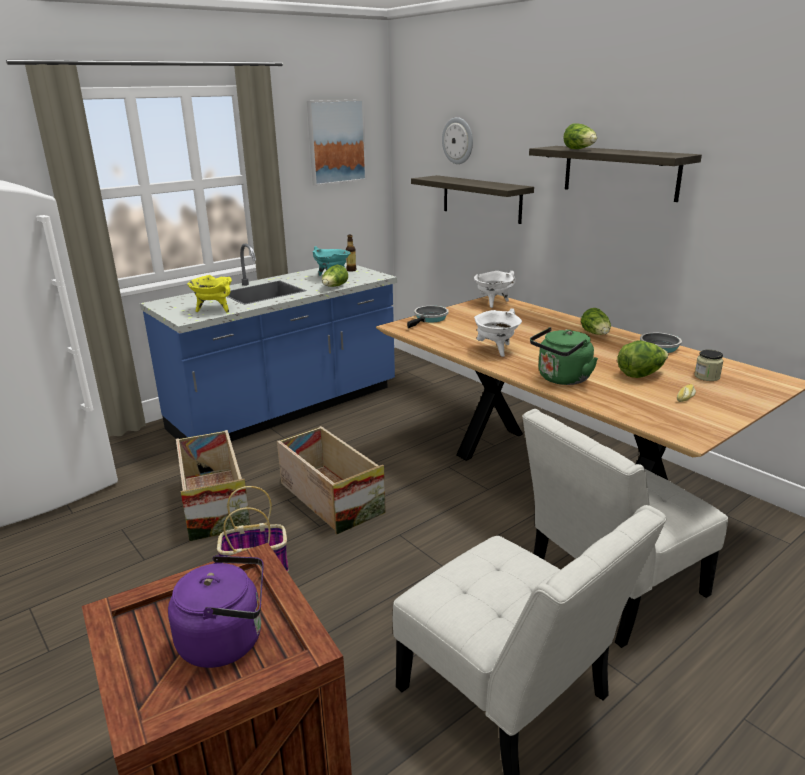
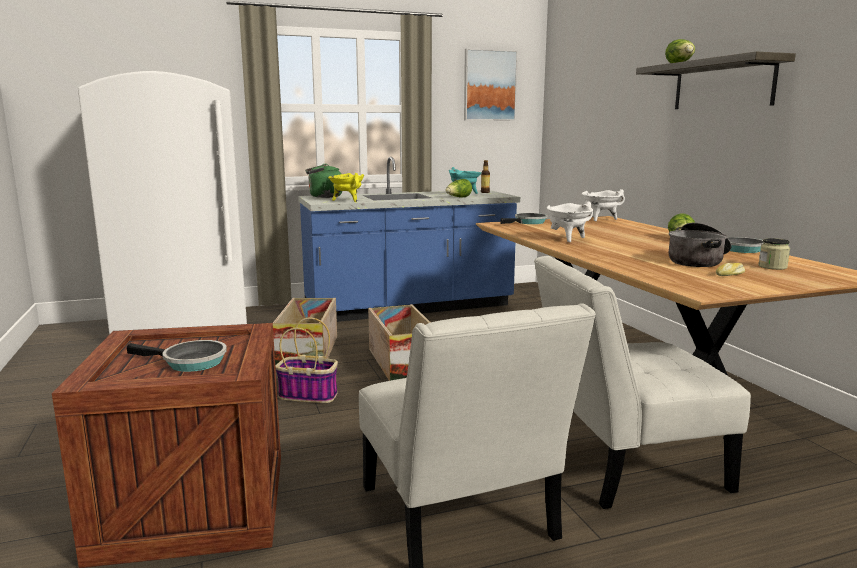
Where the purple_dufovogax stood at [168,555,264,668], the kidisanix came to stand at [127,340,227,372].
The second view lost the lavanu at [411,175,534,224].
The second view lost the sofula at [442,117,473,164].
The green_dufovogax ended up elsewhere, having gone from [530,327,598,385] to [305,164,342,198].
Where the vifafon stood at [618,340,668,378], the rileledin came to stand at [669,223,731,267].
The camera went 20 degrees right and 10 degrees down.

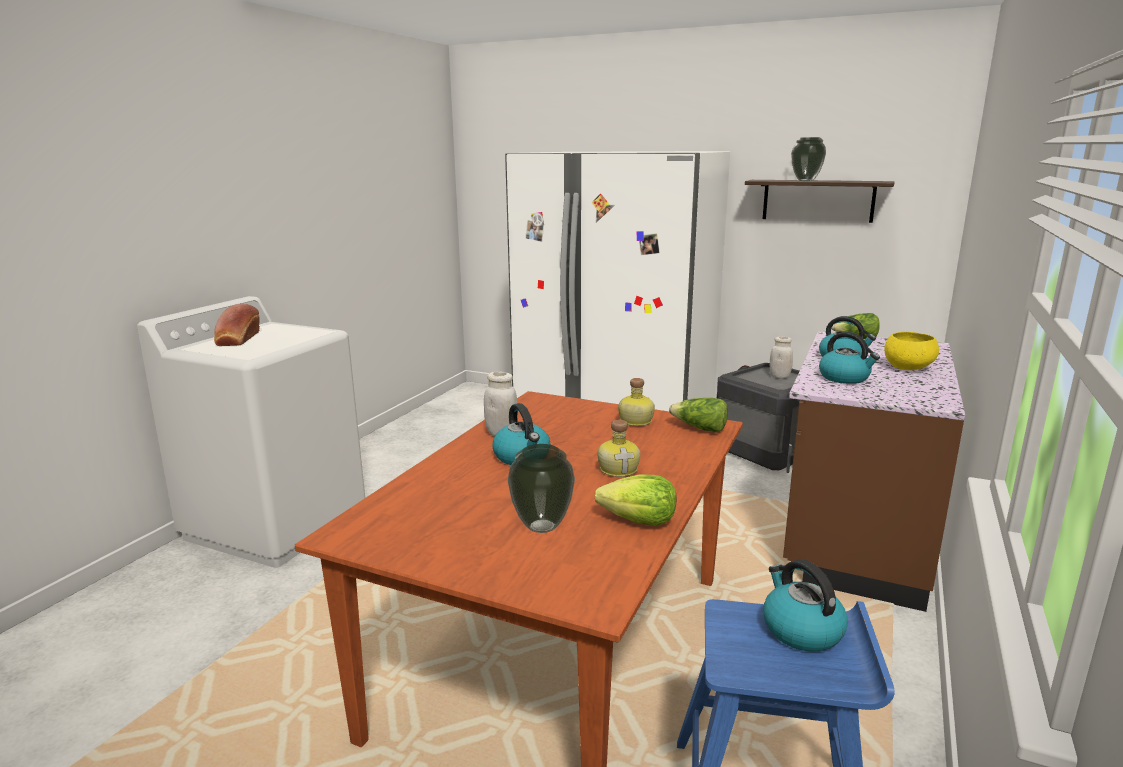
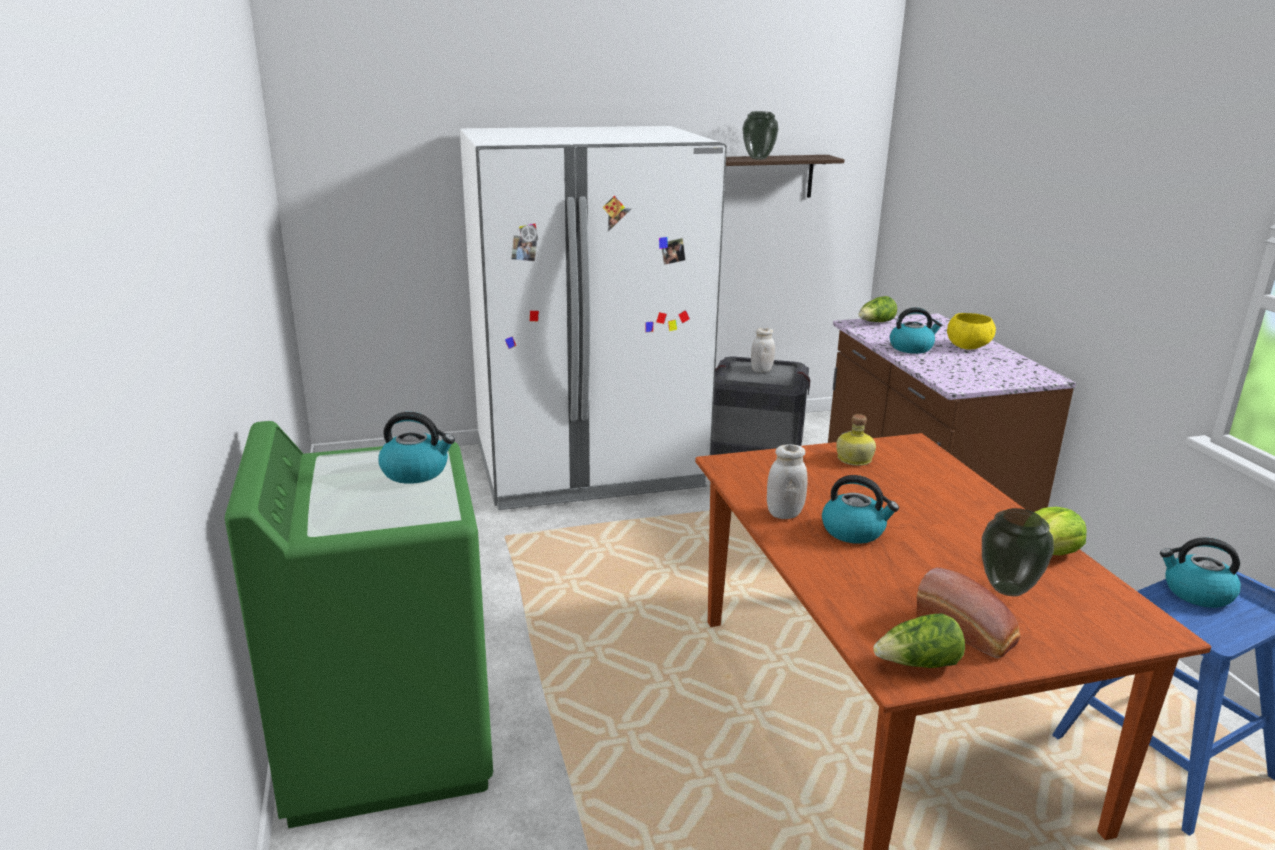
What was the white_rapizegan at [137,296,365,568] turned into the green_rapizegan at [225,421,493,828].
The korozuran ended up elsewhere, having gone from [214,304,260,346] to [916,567,1020,658].
The second view lost the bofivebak at [598,420,640,477].
The vifafon ended up elsewhere, having gone from [669,398,728,432] to [873,613,965,668].
The dufovogax ended up elsewhere, having gone from [819,332,880,384] to [378,412,455,484].
The camera went 40 degrees left and 5 degrees up.

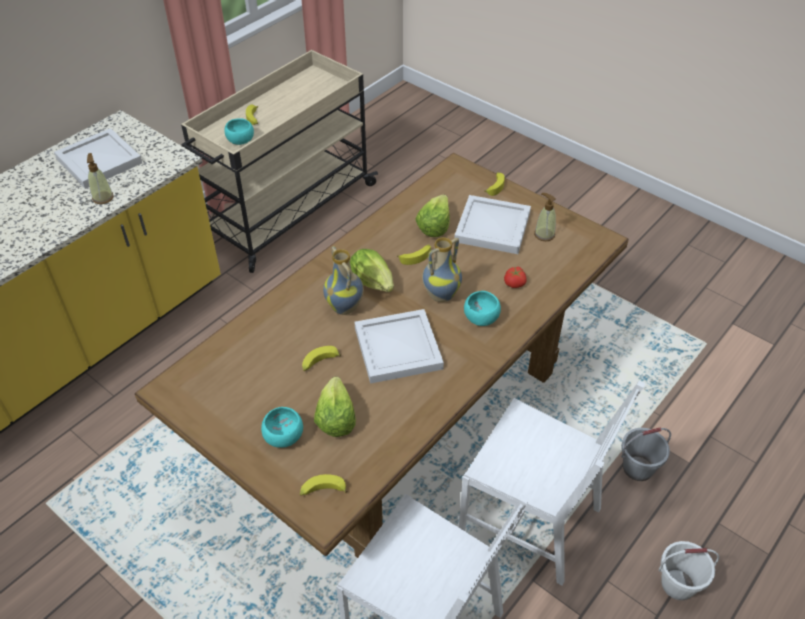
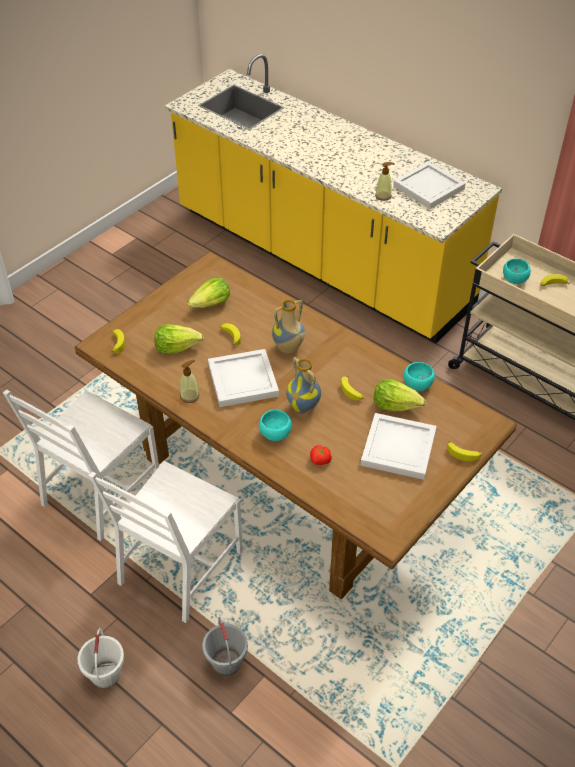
The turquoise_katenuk ended up elsewhere, having gone from [261,407,303,448] to [403,362,435,391].
The vifafon ended up elsewhere, having gone from [350,249,394,292] to [187,278,230,308].
The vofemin ended up elsewhere, having gone from [534,193,556,241] to [180,360,200,403].
The camera went 90 degrees right and 0 degrees up.

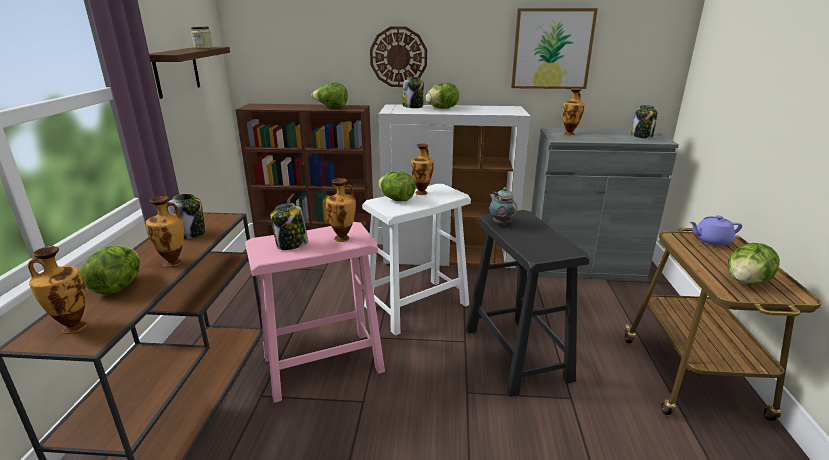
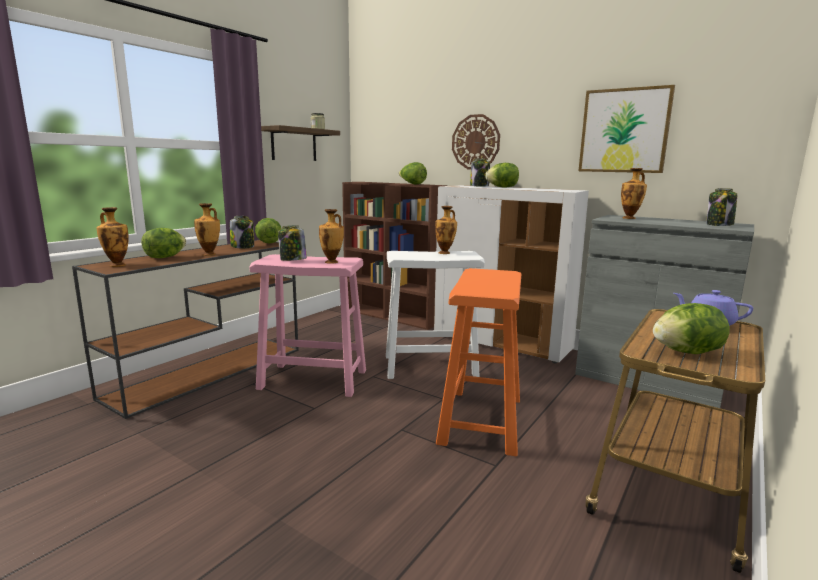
The vifafon ended up elsewhere, having gone from [378,171,416,201] to [255,218,282,244].
What was the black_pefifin at [466,210,590,397] turned into the orange_pefifin at [436,268,522,456].
The second view lost the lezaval at [489,187,517,225].
The camera went 30 degrees right and 10 degrees down.

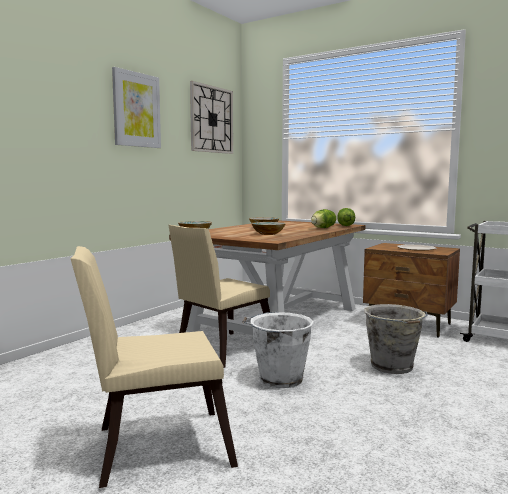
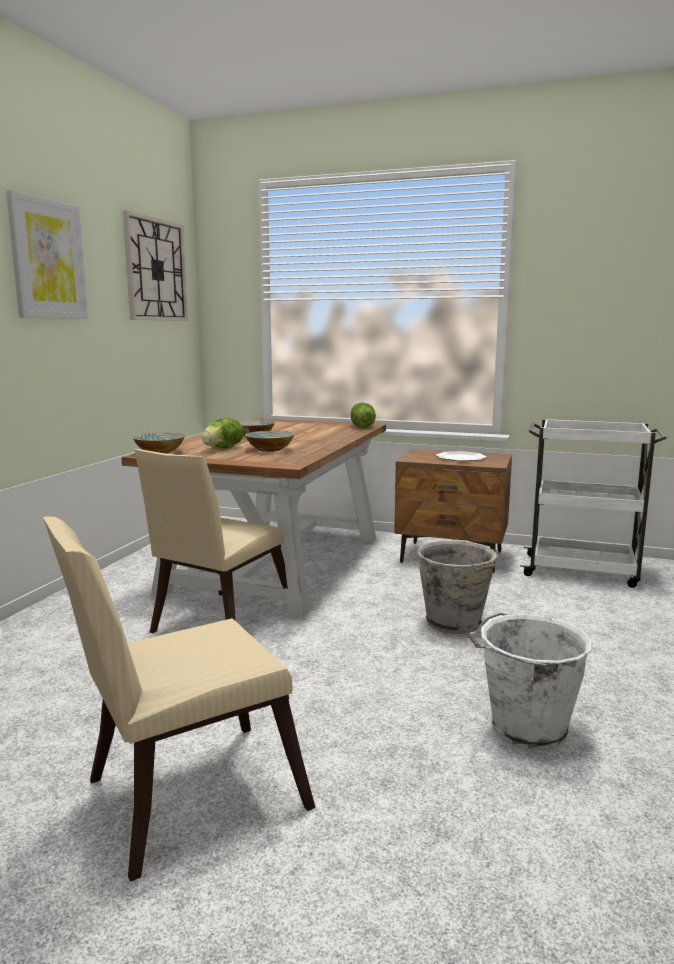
The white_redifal ended up elsewhere, having gone from [242,311,314,388] to [468,613,592,750].
The vifafon ended up elsewhere, having gone from [311,209,336,228] to [202,418,243,449].
The camera went 15 degrees left and 5 degrees up.

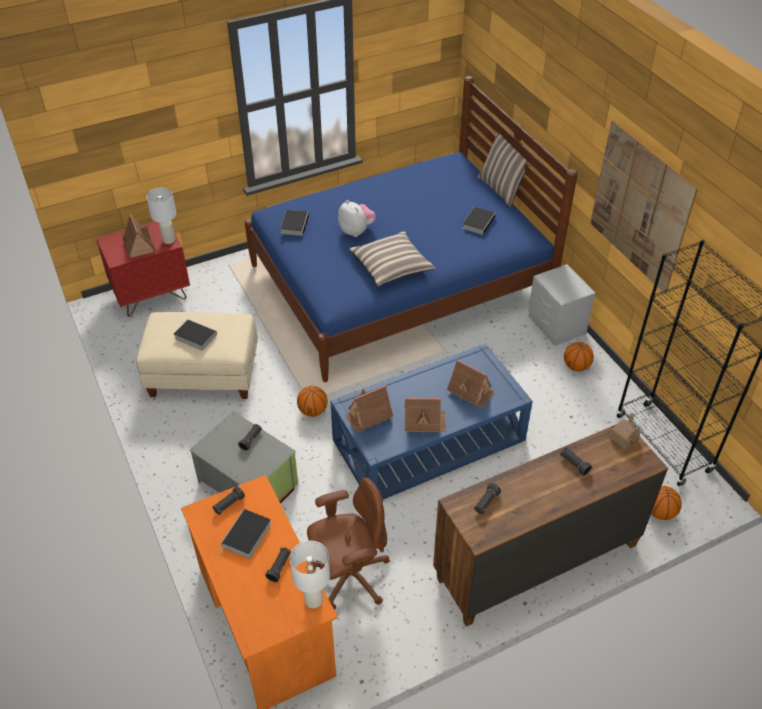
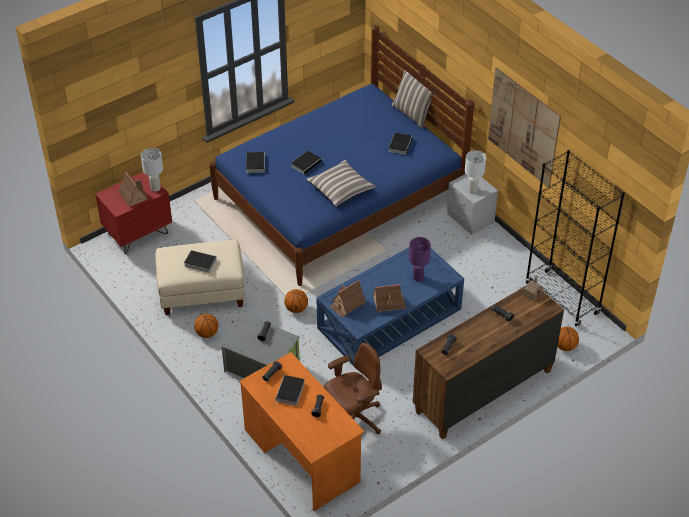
The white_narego ended up elsewhere, having gone from [290,540,330,608] to [465,150,486,193].
Where the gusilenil stood at [338,200,376,237], the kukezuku came to stand at [291,151,324,175].
Where the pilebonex stood at [447,359,495,409], the purple_narego came to stand at [409,237,431,281].
The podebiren ended up elsewhere, having gone from [564,342,594,371] to [194,314,218,338].
The camera went 10 degrees left and 0 degrees up.

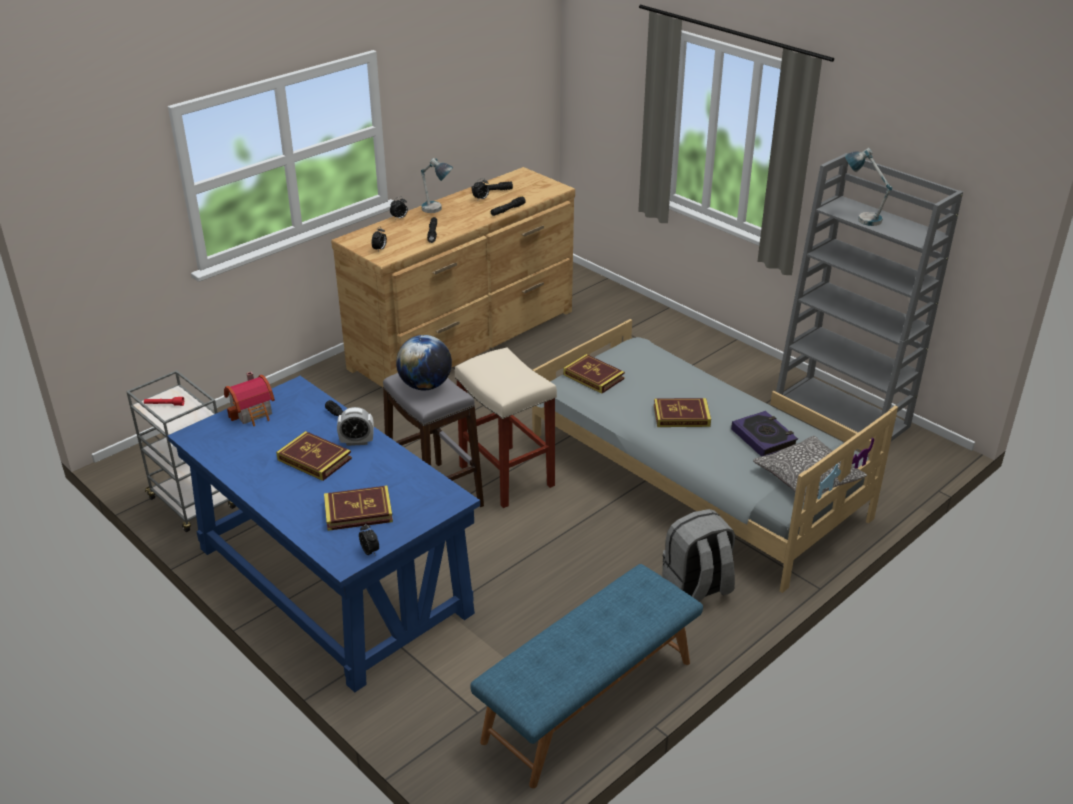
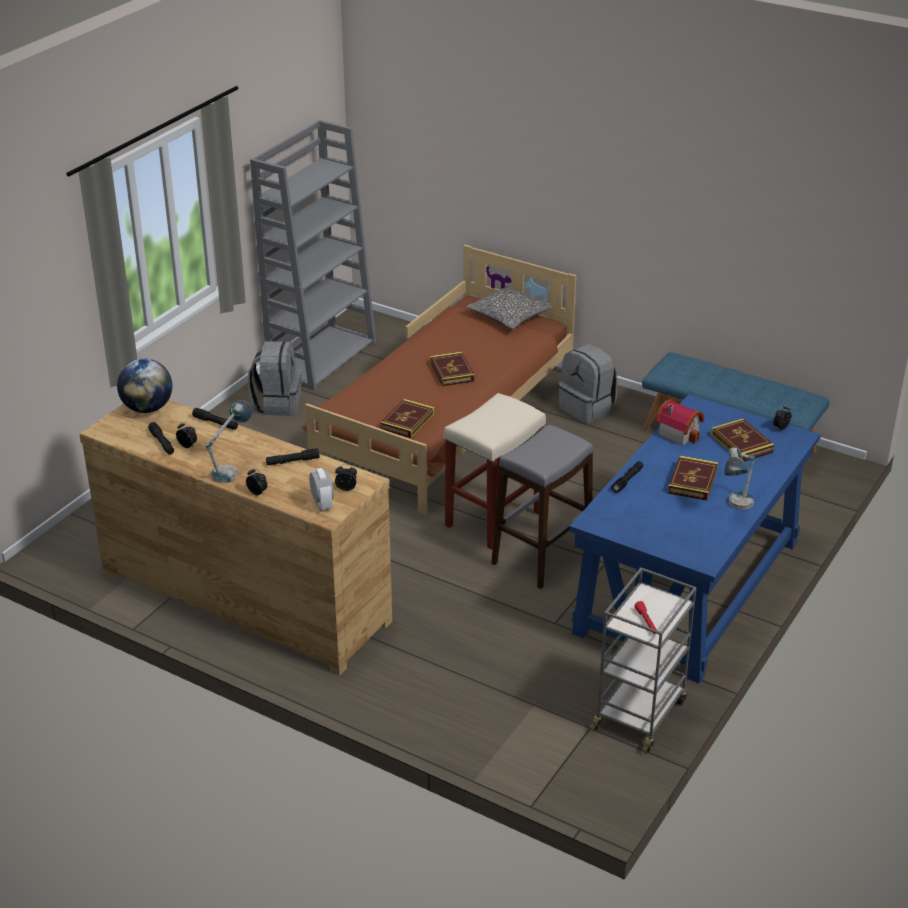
The pilebonex ended up elsewhere, having gone from [224,372,275,426] to [656,399,704,446].
The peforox ended up elsewhere, having gone from [337,407,374,446] to [309,468,334,511].
The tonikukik ended up elsewhere, having gone from [396,335,452,390] to [117,359,172,413].
What was the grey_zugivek at [532,319,898,593] turned into the brown_zugivek at [302,245,577,515].
The second view lost the kukezuku at [731,411,798,457].
The narego ended up elsewhere, having gone from [845,148,892,226] to [725,447,755,510].
The second view gained the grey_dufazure at [248,341,301,416].
The camera went 105 degrees left and 0 degrees up.

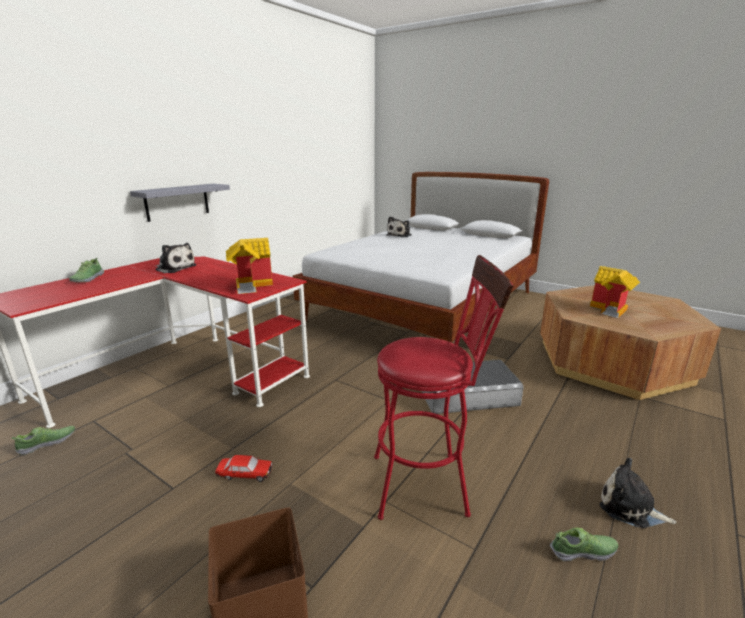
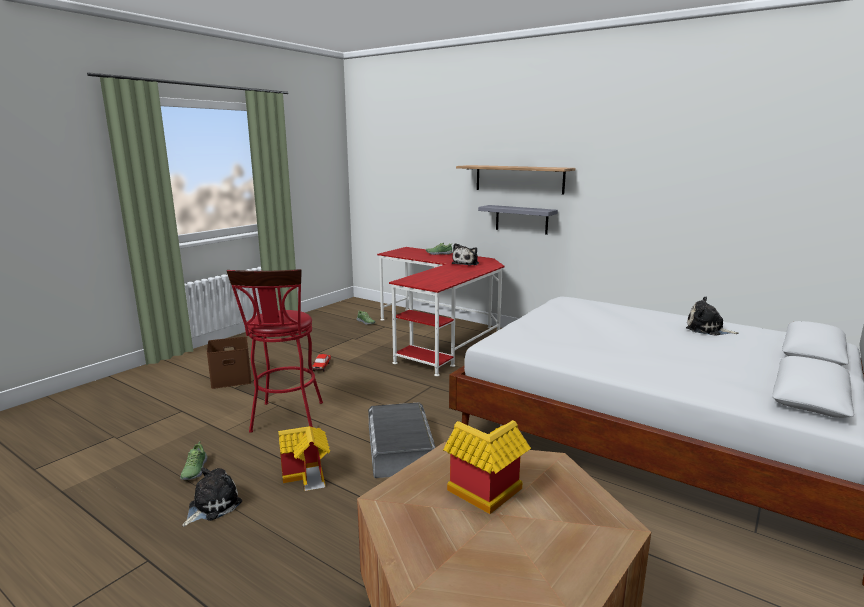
The pilebonex ended up elsewhere, having gone from [226,238,273,294] to [278,426,330,491].
The second view gained the lavanu at [456,165,576,195].
The camera went 90 degrees right and 5 degrees down.

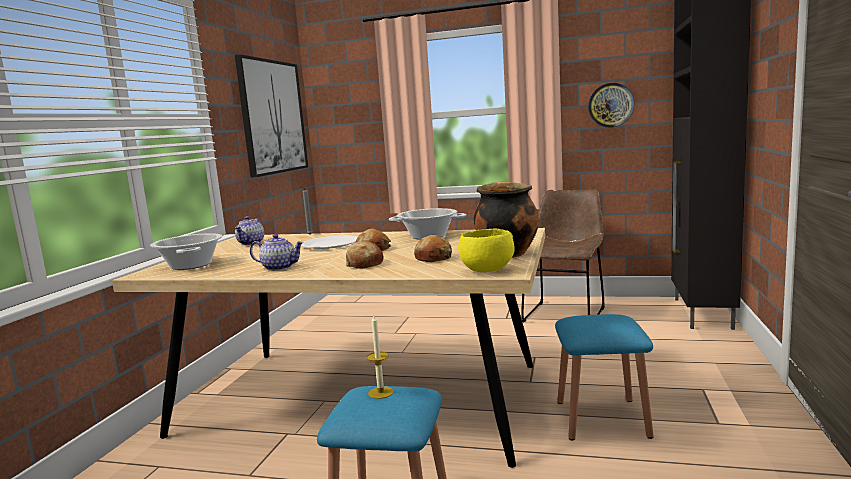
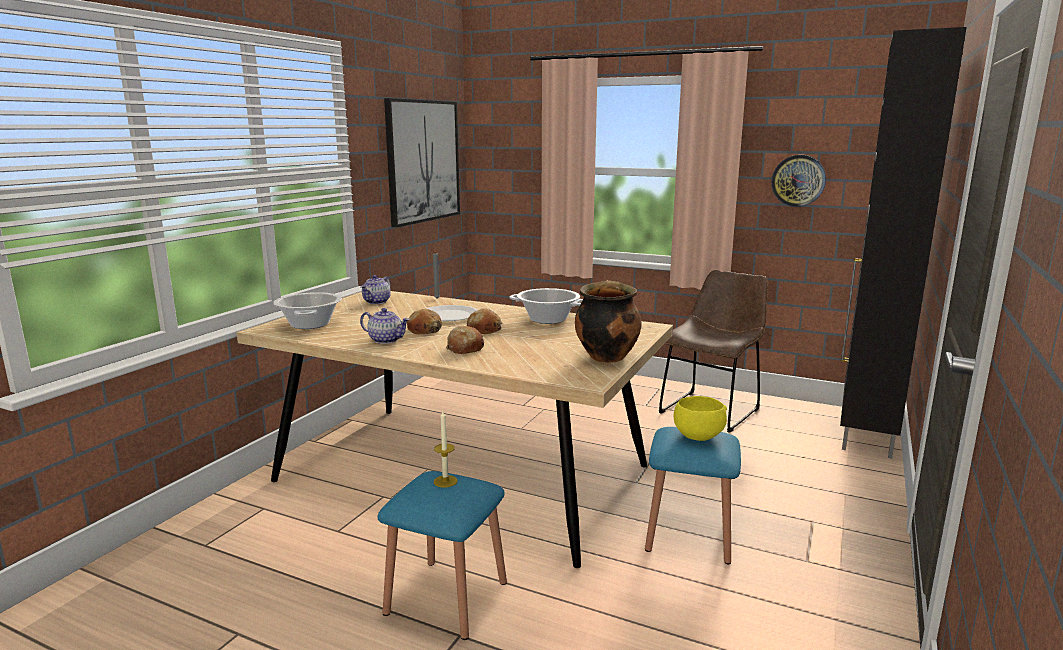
The korozuran ended up elsewhere, having gone from [414,235,452,262] to [407,309,442,334].
The yellow_katenuk ended up elsewhere, having gone from [458,228,515,272] to [674,396,727,441].
The camera went 10 degrees right and 5 degrees up.

